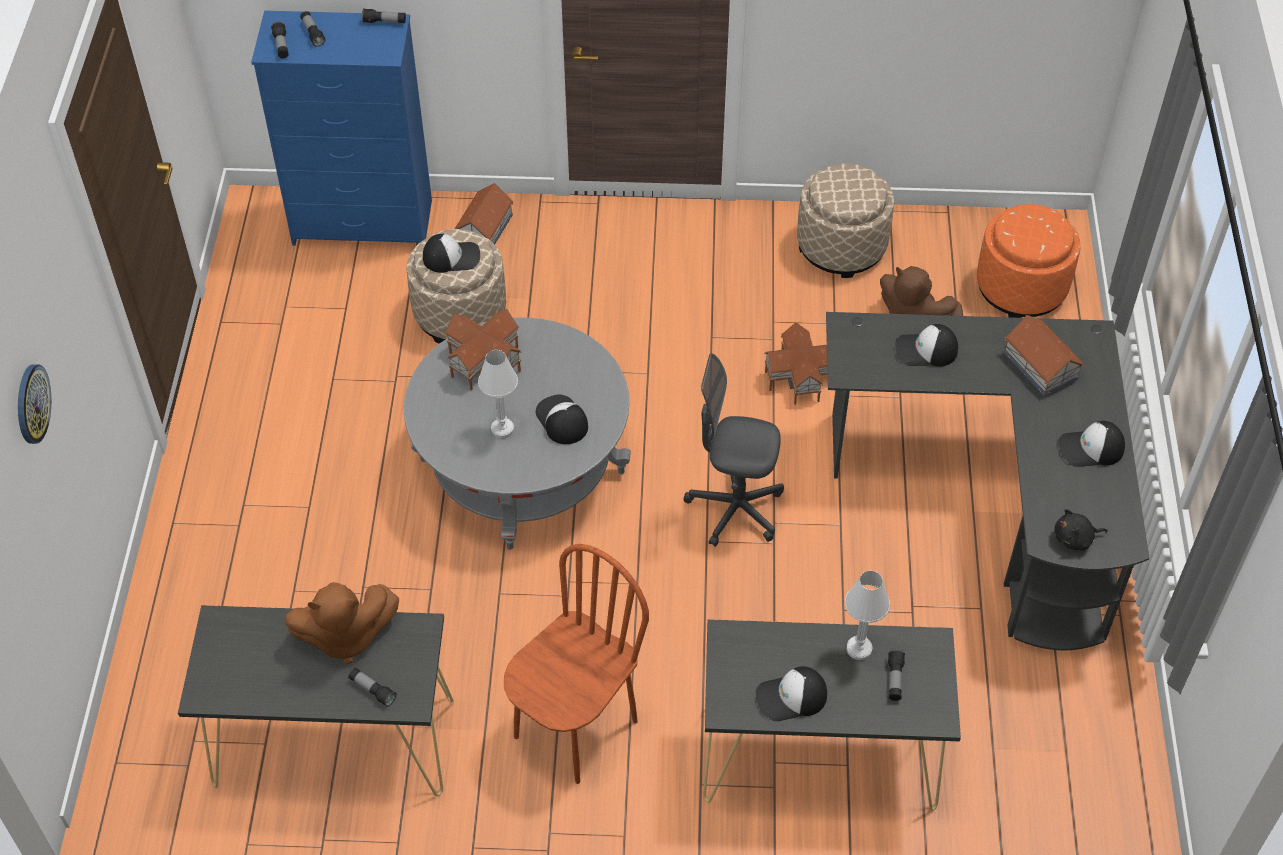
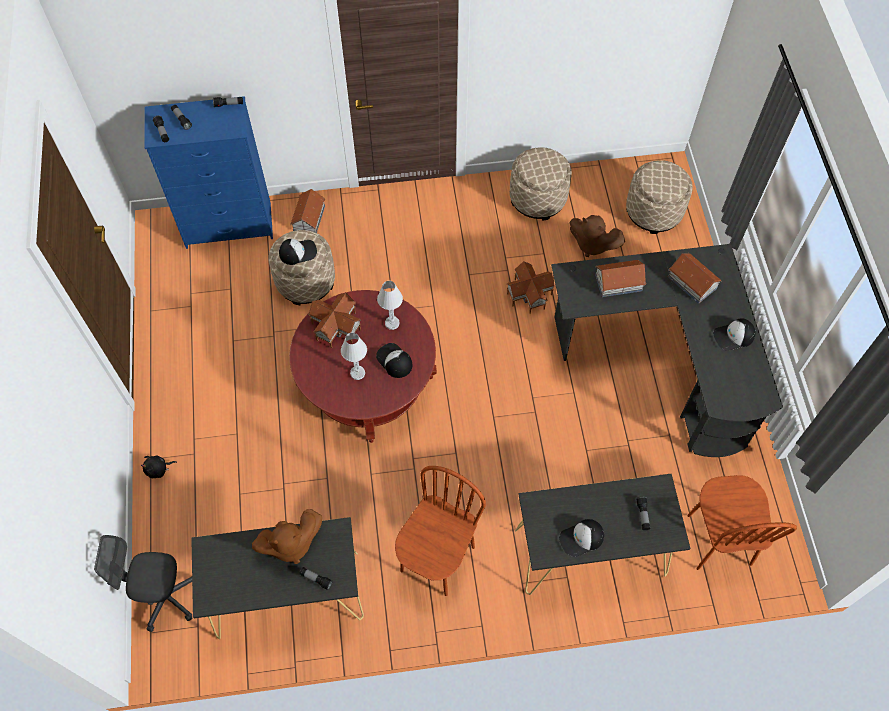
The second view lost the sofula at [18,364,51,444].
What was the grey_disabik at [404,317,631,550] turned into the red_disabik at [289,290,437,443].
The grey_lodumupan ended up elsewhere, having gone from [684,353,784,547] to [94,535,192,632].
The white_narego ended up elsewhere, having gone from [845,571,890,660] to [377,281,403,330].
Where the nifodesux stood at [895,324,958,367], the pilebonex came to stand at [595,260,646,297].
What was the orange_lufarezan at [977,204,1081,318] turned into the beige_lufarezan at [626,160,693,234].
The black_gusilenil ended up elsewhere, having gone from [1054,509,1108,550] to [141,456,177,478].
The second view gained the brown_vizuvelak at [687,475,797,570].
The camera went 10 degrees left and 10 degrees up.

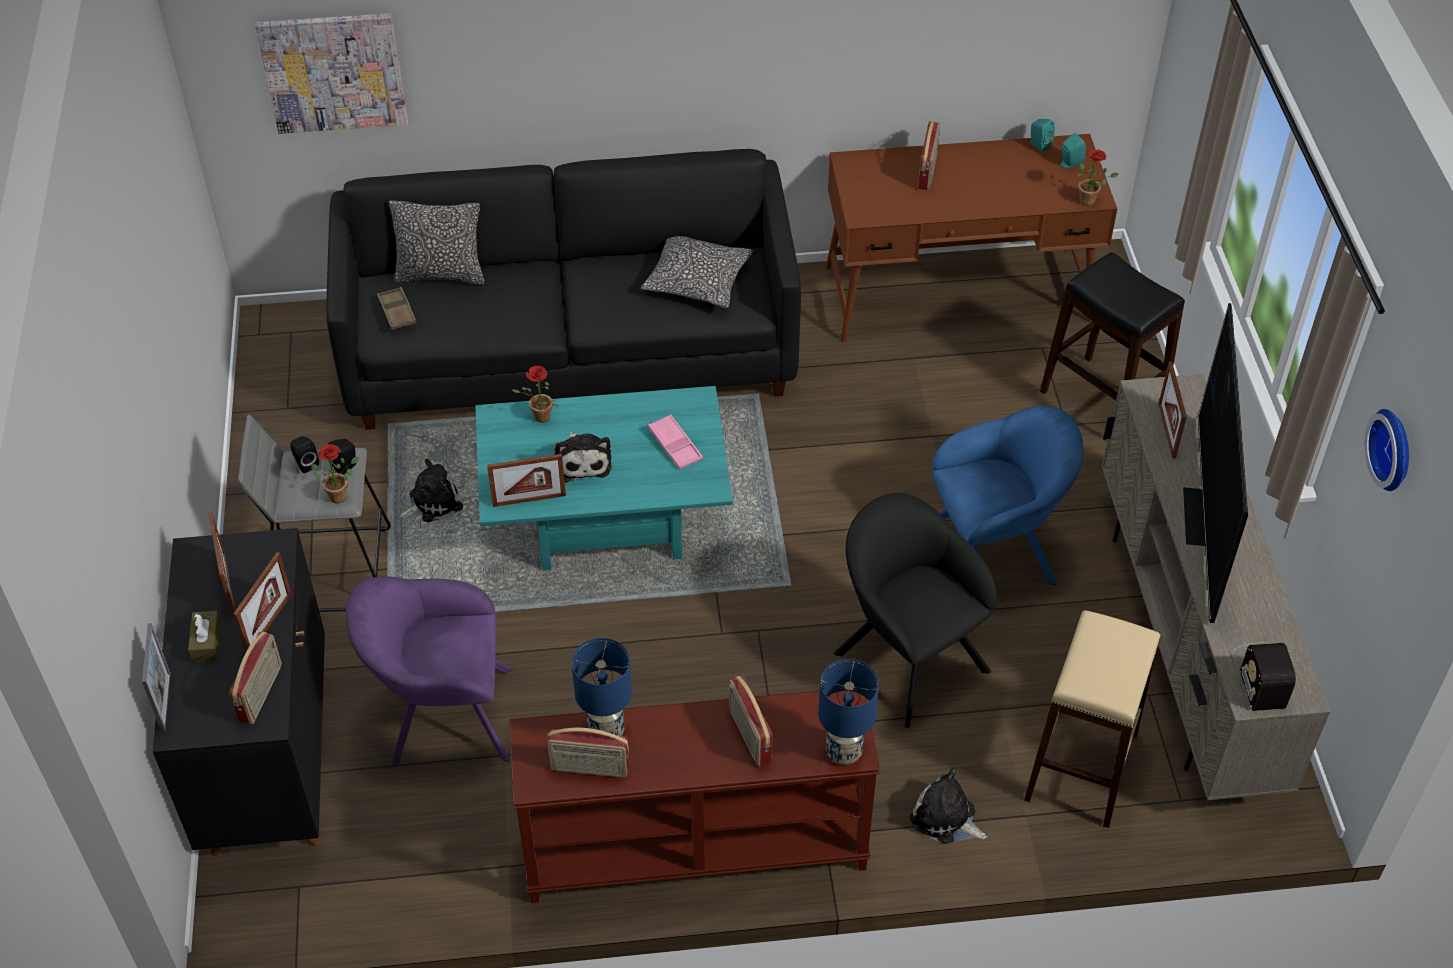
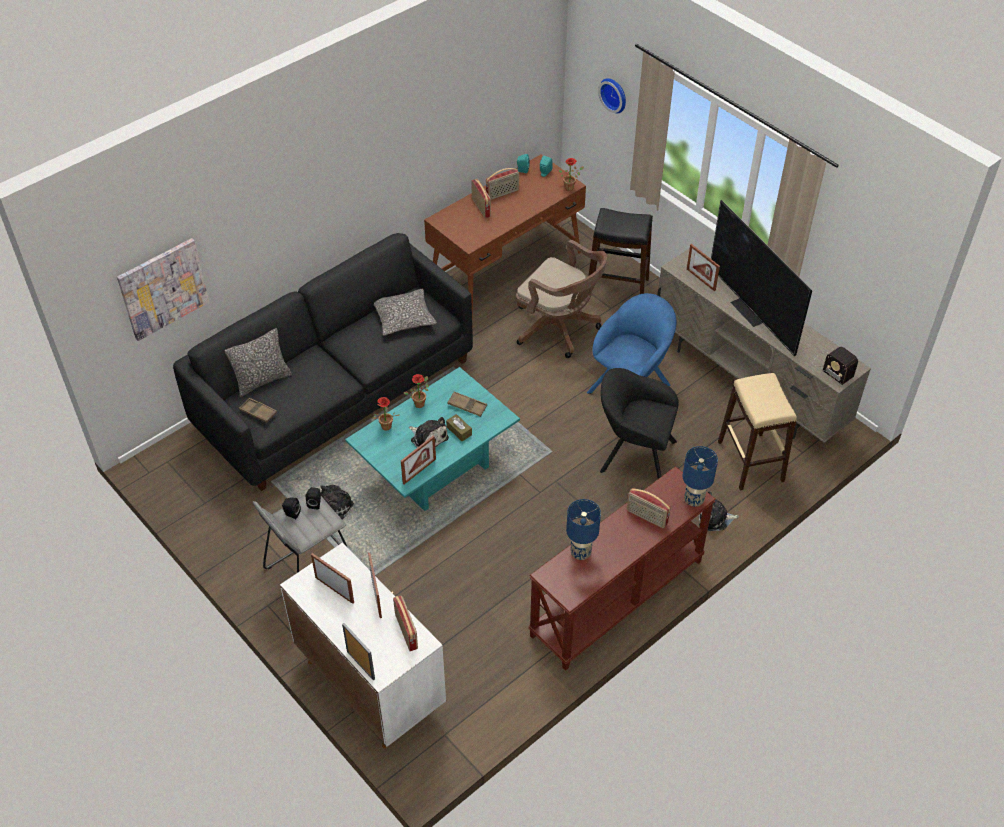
What was the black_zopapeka at [153,528,325,856] turned into the white_zopapeka at [280,542,446,748].
The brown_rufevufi ended up elsewhere, having gone from [188,611,221,663] to [446,414,472,441].
The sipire ended up elsewhere, having gone from [311,444,359,503] to [404,374,429,408].
The second view lost the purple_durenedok at [346,576,511,767].
The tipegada ended up elsewhere, having gone from [547,728,629,778] to [486,168,519,200].
What was the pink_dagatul at [648,414,703,470] turned into the brown_dagatul at [447,391,487,417].
The sofula ended up elsewhere, having gone from [1365,409,1409,491] to [598,78,626,113].
The second view gained the brown_lodumupan at [516,240,607,358].
The camera went 35 degrees left and 0 degrees up.

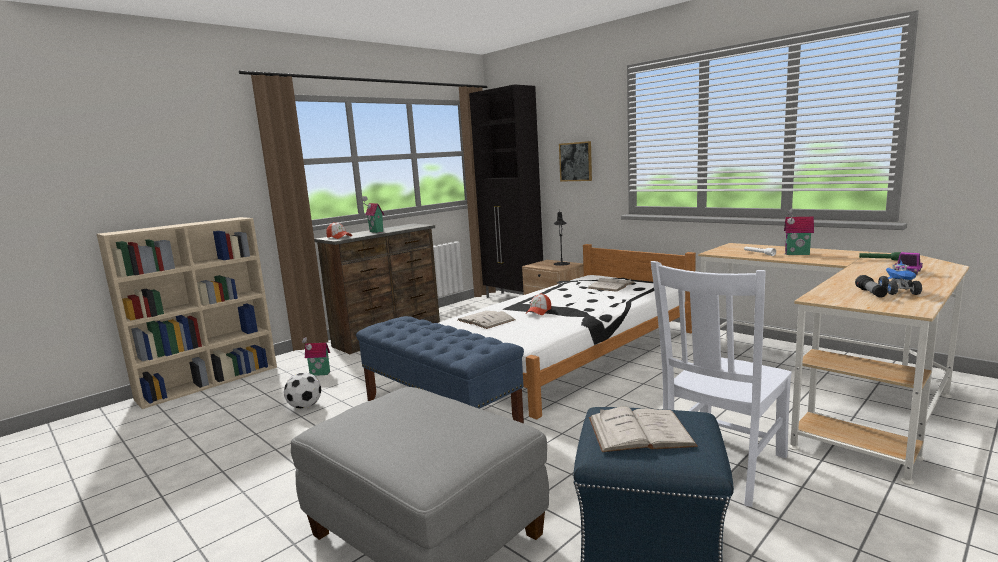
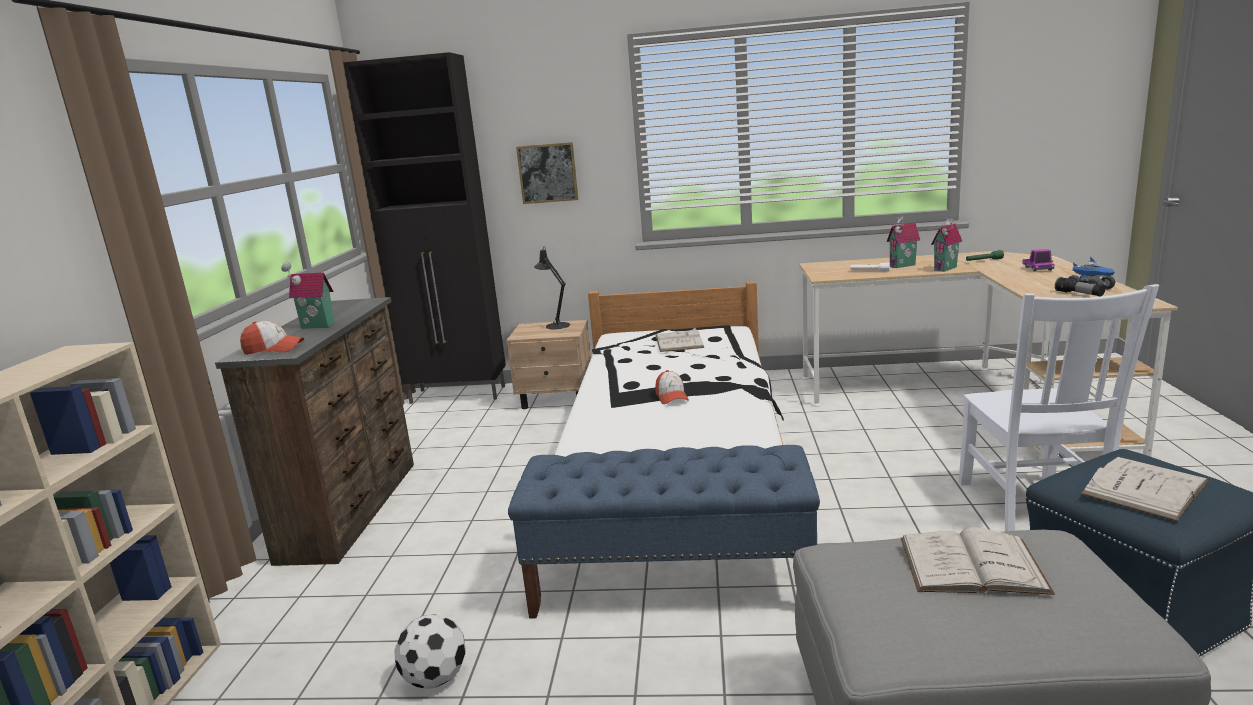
The pilebonex ended up elsewhere, having gone from [302,337,330,376] to [931,216,962,272].
The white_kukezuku ended up elsewhere, having gone from [458,311,515,329] to [901,527,1055,595].
The camera went 40 degrees left and 5 degrees up.

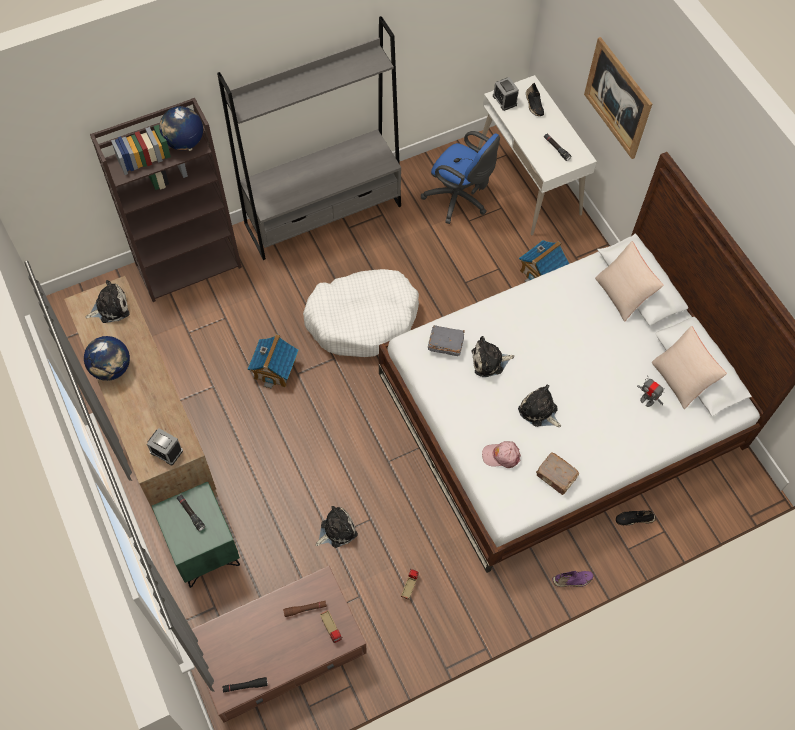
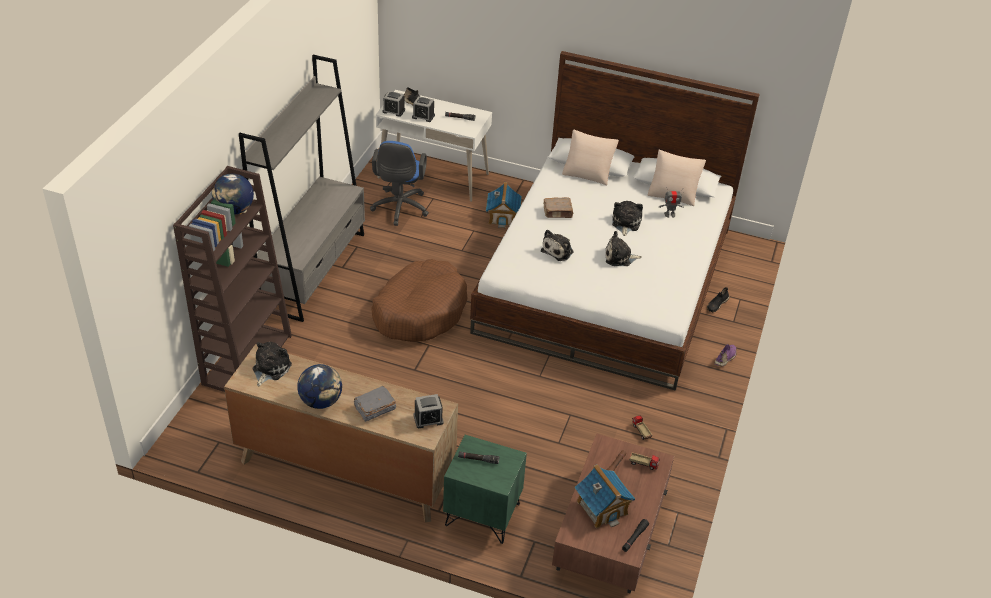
The pilebonex ended up elsewhere, having gone from [248,334,298,389] to [574,464,635,528].
What was the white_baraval at [303,269,419,357] turned into the brown_baraval at [371,259,468,342].
The gusilenil ended up elsewhere, having gone from [316,506,358,548] to [612,201,643,236].
The blue_lodumupan at [421,131,500,224] ended up facing another way, 105 degrees clockwise from before.
The grey_kukezuku ended up elsewhere, having gone from [428,325,465,356] to [354,386,396,422].
The second view lost the pink_nifodesux at [482,441,521,468].
The brown_kukezuku ended up elsewhere, having gone from [536,452,579,495] to [543,197,573,218].
The second view lost the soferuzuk at [584,37,652,159].
The second view gained the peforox at [412,96,435,122].
The camera went 45 degrees left and 20 degrees down.

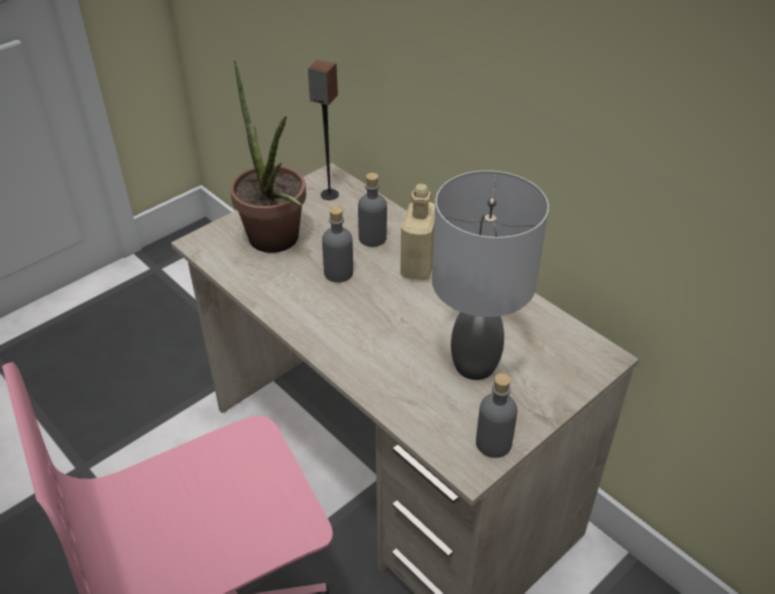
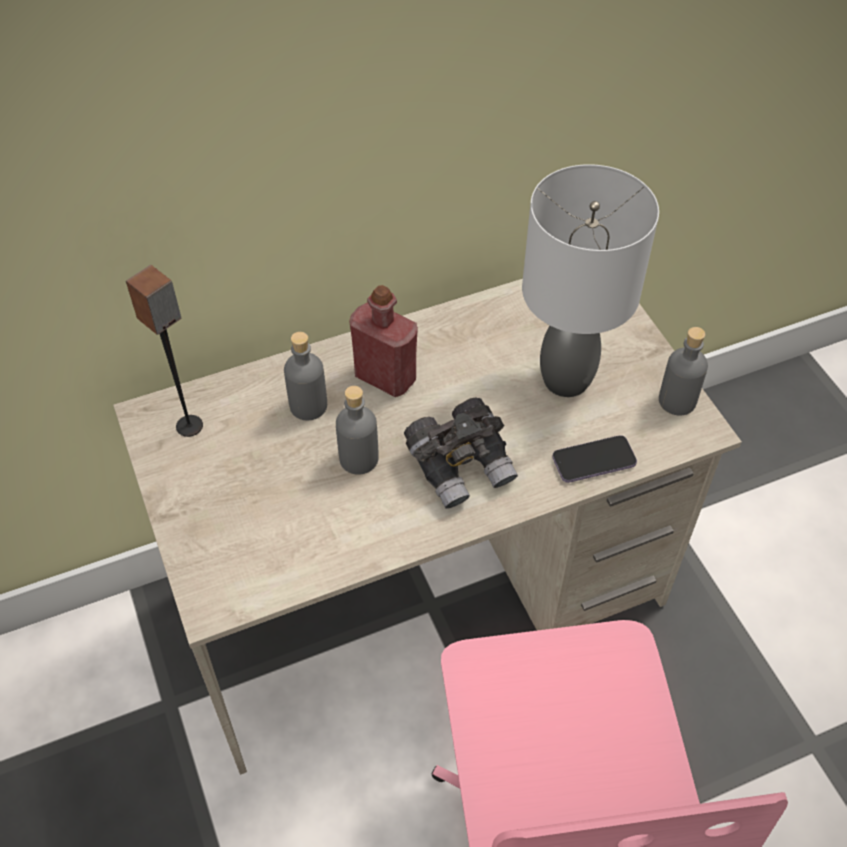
The second view lost the sipire at [230,60,306,253].
What was the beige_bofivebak at [400,184,435,280] turned into the red_bofivebak at [349,285,418,397].
The second view gained the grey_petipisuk at [404,398,518,509].
The second view gained the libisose at [552,435,637,483].
The camera went 70 degrees left and 10 degrees up.

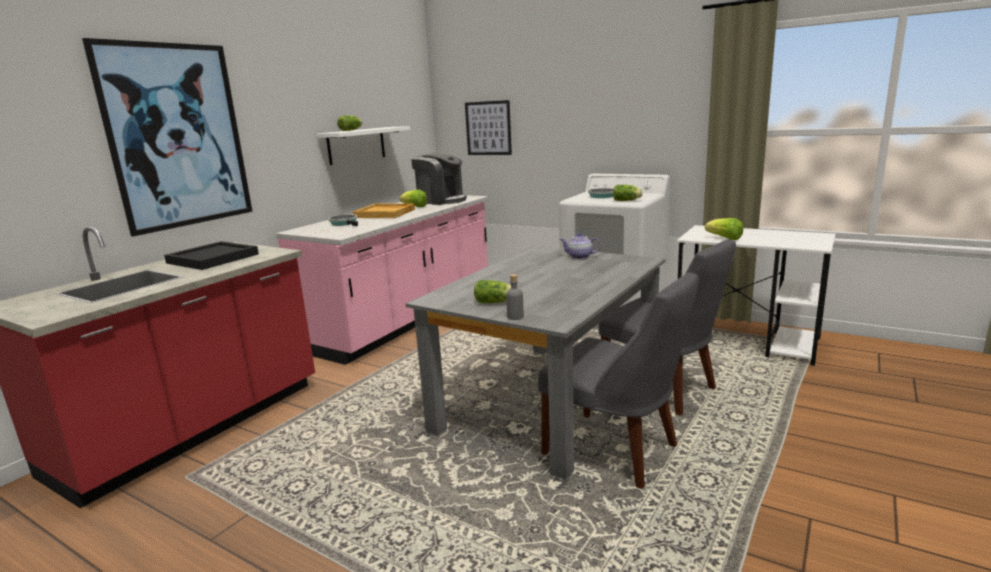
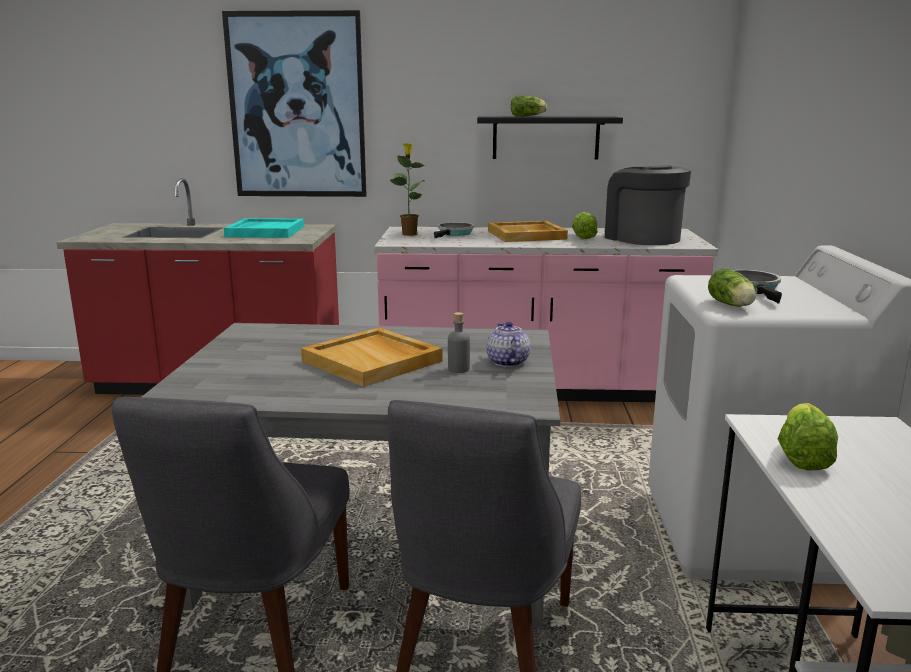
What was the black_dagatul at [164,241,259,270] turned into the turquoise_dagatul at [224,218,304,238].
What was the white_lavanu at [317,126,410,165] turned into the black_lavanu at [477,116,623,159].
The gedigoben at [411,153,467,205] ended up facing another way, 150 degrees clockwise from before.
The second view lost the soferuzuk at [465,100,512,155].
The second view lost the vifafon at [474,280,511,303].
The grey_bofivebak ended up elsewhere, having gone from [506,274,524,320] to [448,312,470,373].
The second view gained the beige_dagatul at [301,328,442,387].
The second view gained the sipire at [390,143,426,236].
The camera went 60 degrees right and 0 degrees up.

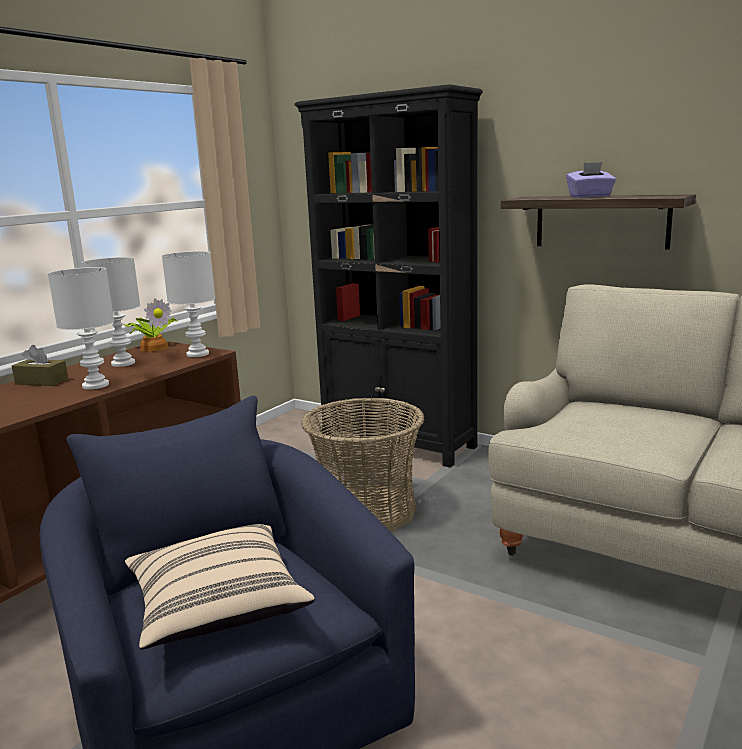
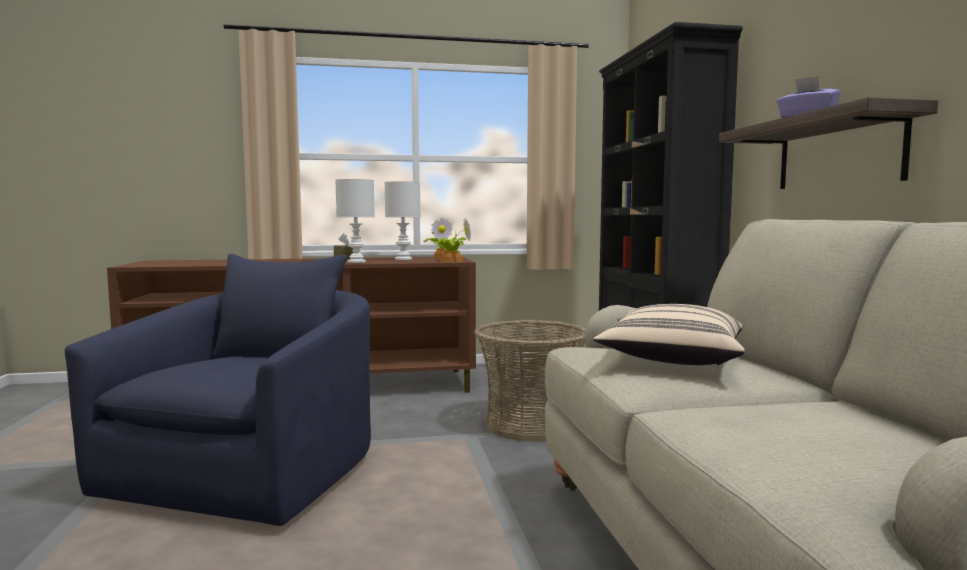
The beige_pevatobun ended up elsewhere, having gone from [125,524,315,650] to [593,304,745,365].
Where the white_narego stood at [162,251,215,357], the sipire came to stand at [429,217,471,262].
The camera went 45 degrees right and 10 degrees down.

